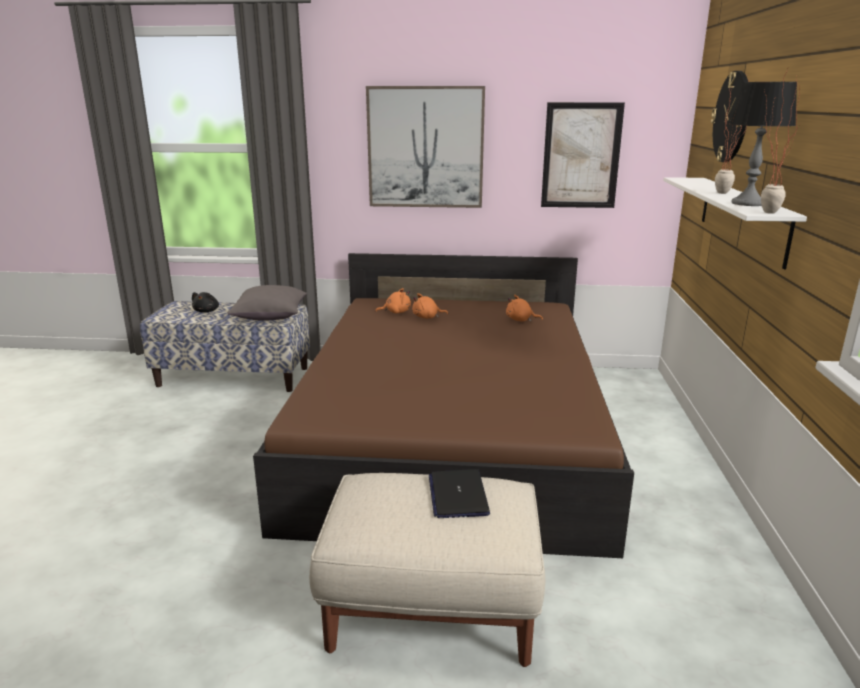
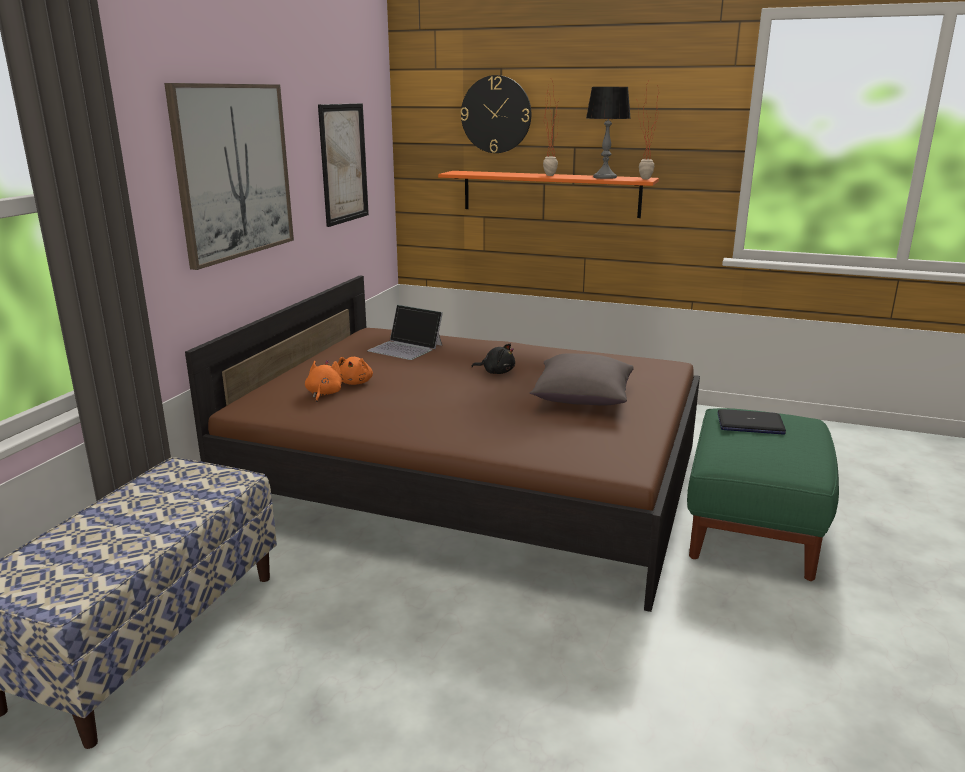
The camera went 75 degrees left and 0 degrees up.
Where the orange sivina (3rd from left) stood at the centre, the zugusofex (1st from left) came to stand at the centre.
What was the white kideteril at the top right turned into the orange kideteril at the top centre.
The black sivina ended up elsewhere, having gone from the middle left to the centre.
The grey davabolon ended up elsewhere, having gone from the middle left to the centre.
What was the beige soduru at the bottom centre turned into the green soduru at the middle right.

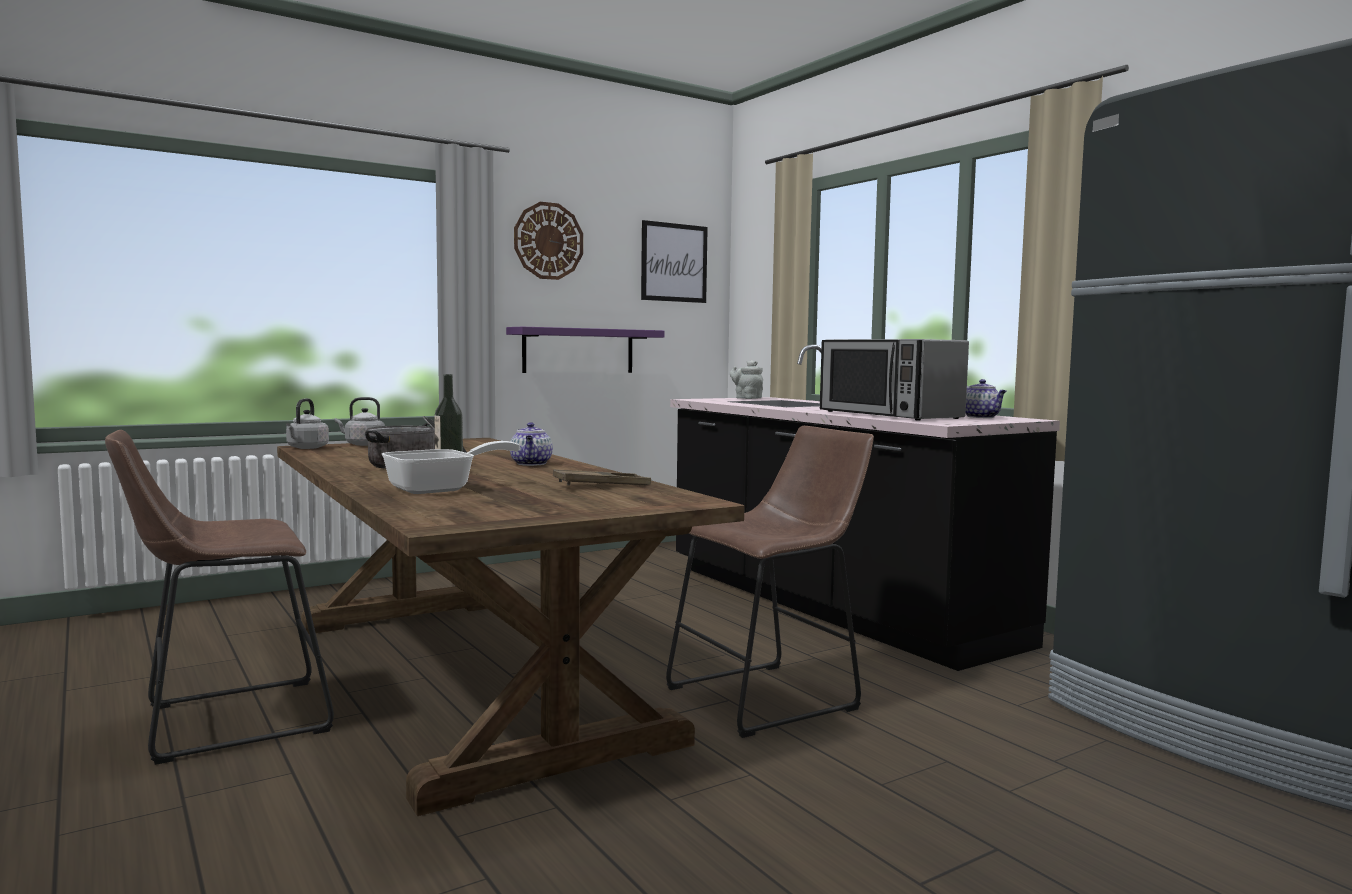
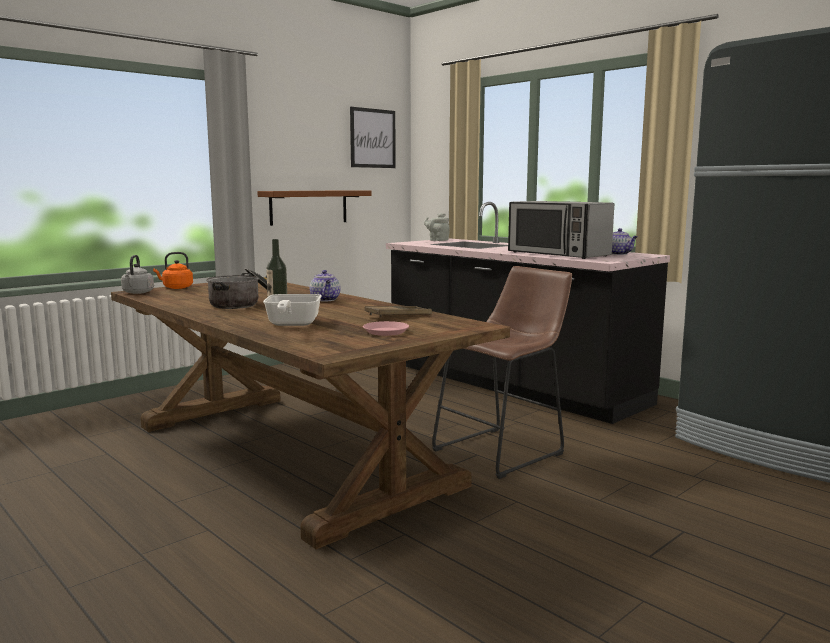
The camera went 10 degrees left and 5 degrees up.
What was the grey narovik (2nd from left) at the middle left turned into the orange narovik at the middle left.
What was the purple kideteril at the centre turned into the brown kideteril at the top centre.
The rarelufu at the centre ended up facing another way, 135 degrees clockwise from before.
The second view gained the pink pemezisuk at the centre.
The second view lost the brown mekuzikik (1st from left) at the bottom left.
The second view lost the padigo at the top centre.

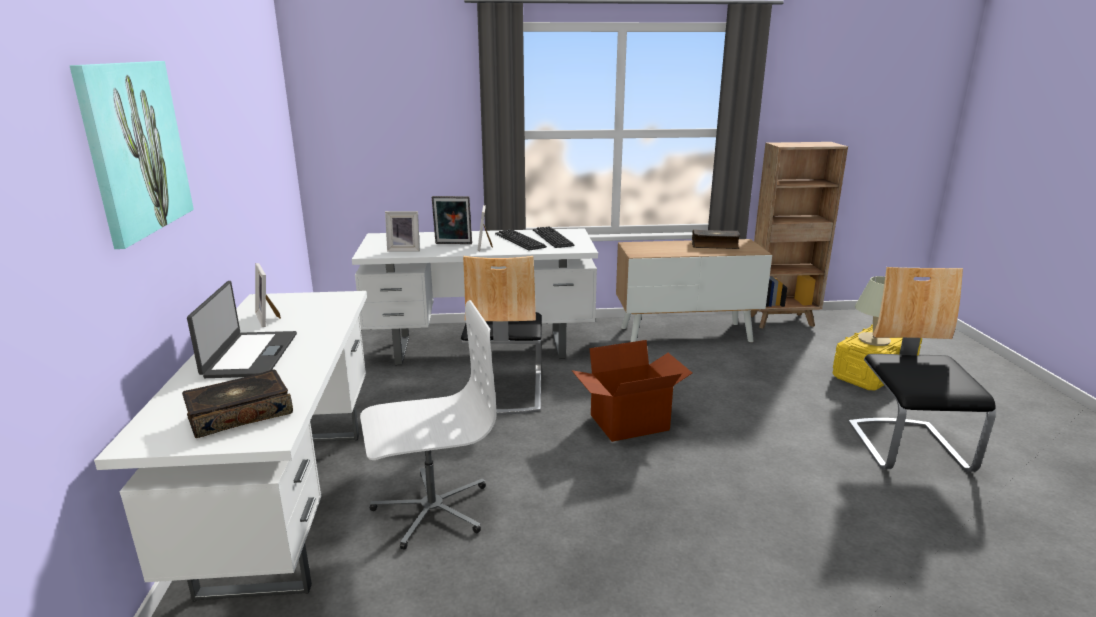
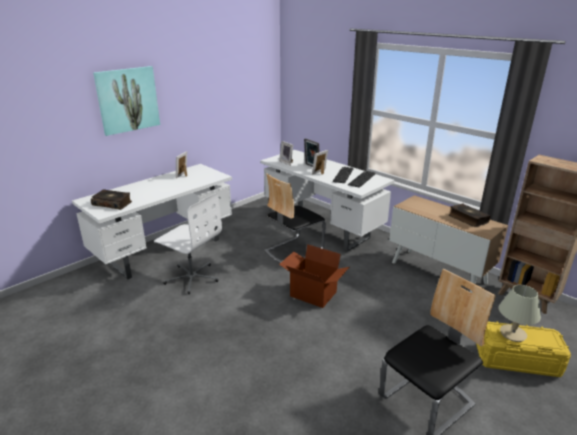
The camera went 50 degrees right and 5 degrees up.
The second view lost the zugusofex at the middle left.

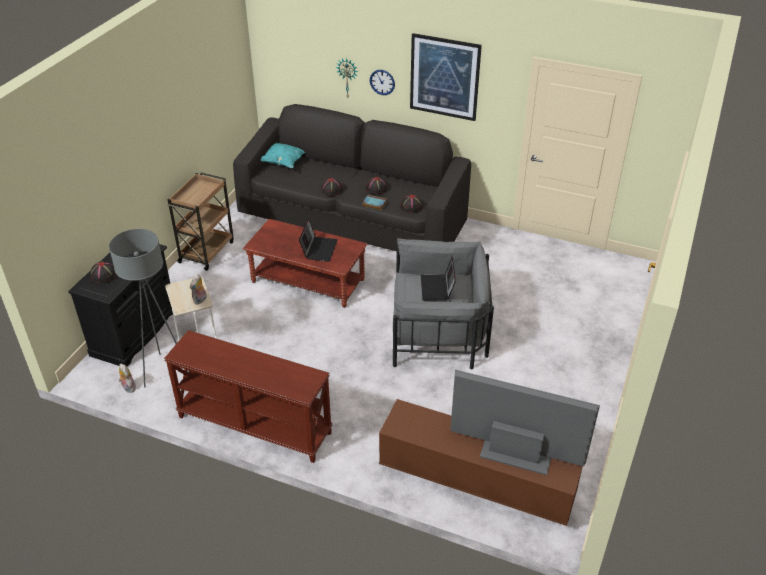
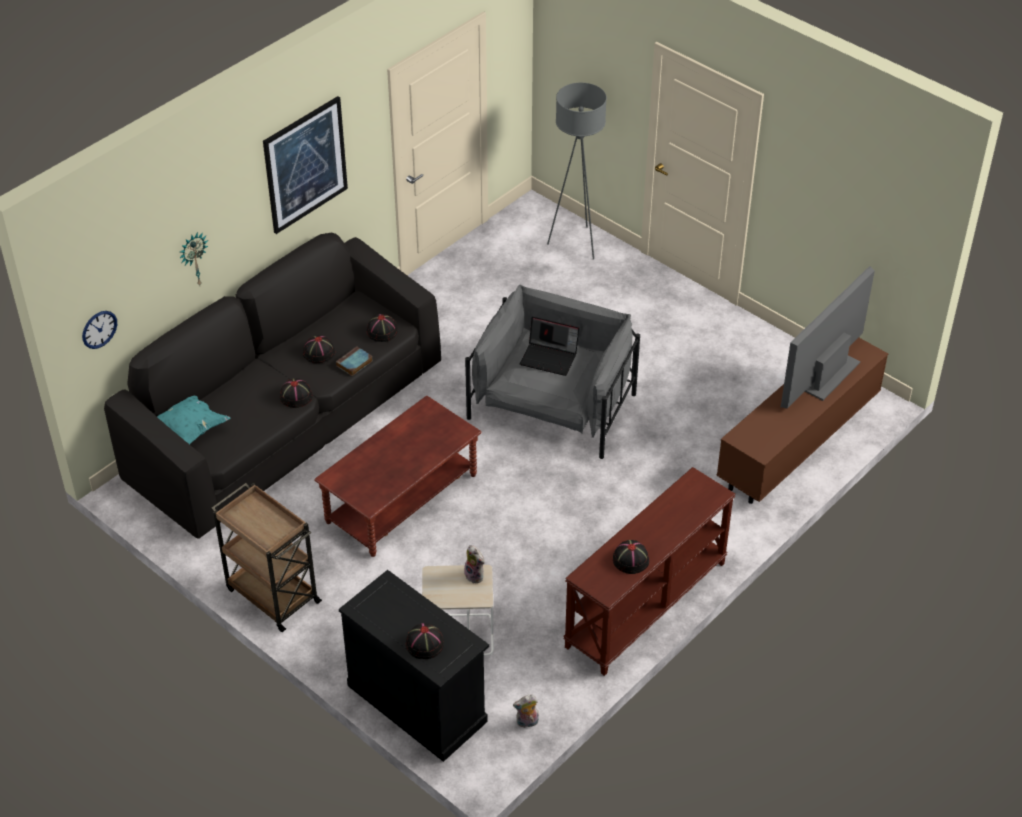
The camera went 70 degrees left and 5 degrees up.
The padigo (2nd from left in the first image) ended up elsewhere, having gone from the top centre to the middle left.
The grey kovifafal ended up elsewhere, having gone from the middle left to the top centre.
The second view gained the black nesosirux (5th from left) at the bottom centre.
The second view lost the zugusofex (1st from left) at the centre.

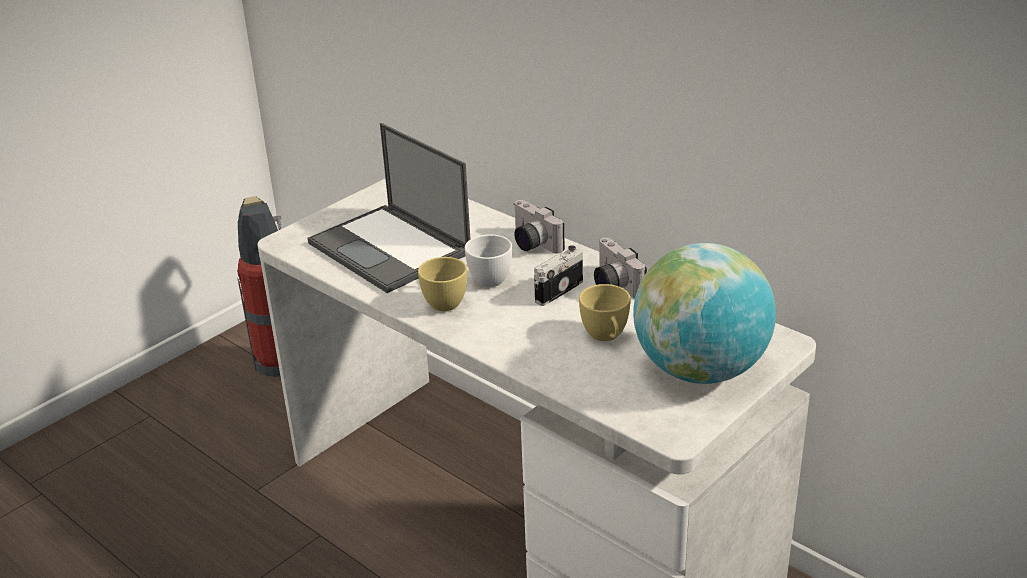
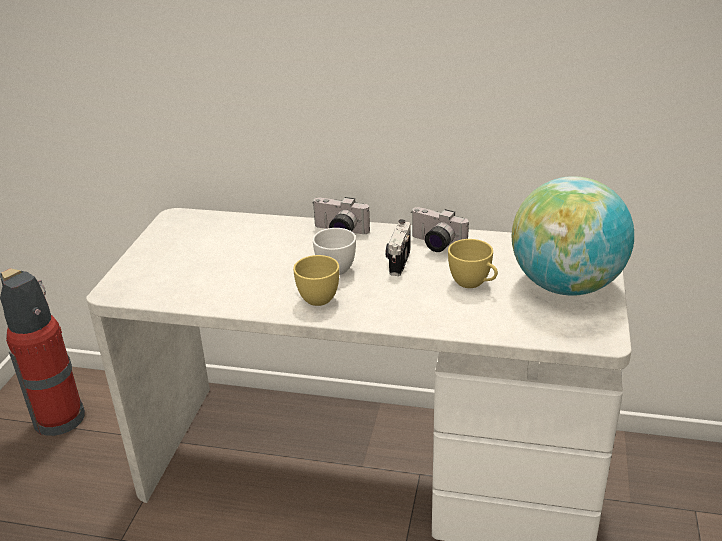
The camera went 30 degrees left and 0 degrees up.
The second view lost the zugusofex at the centre.

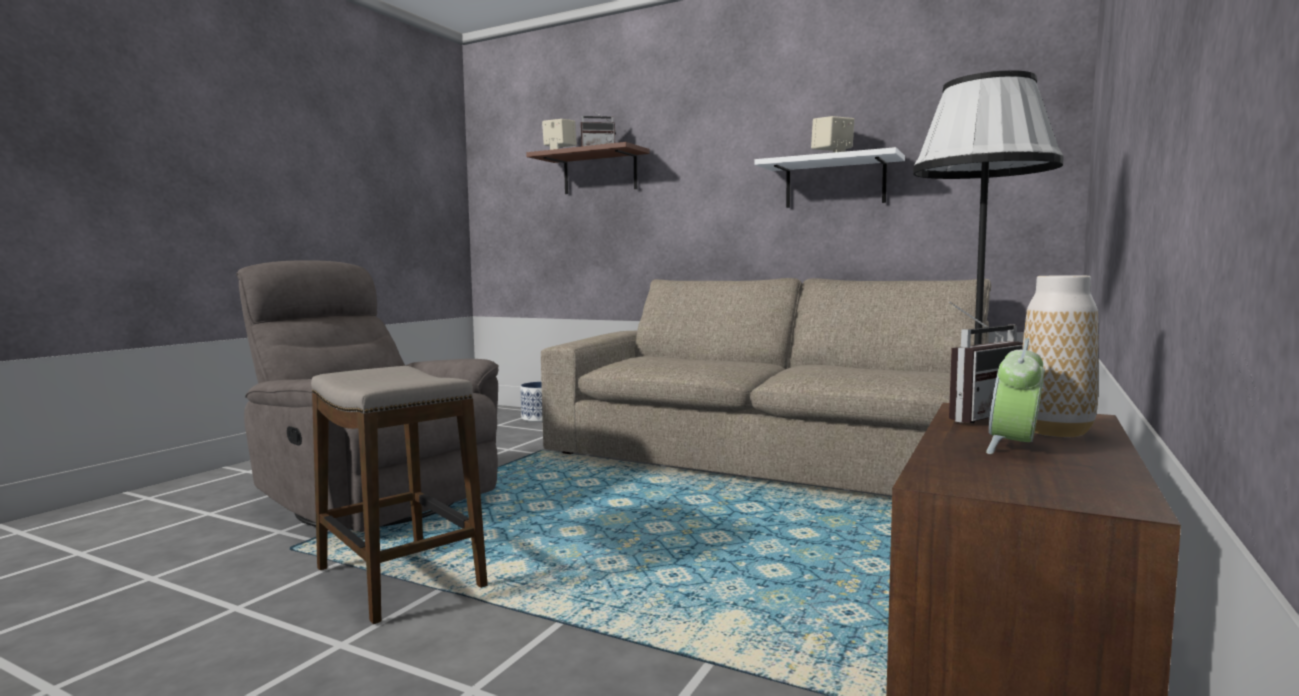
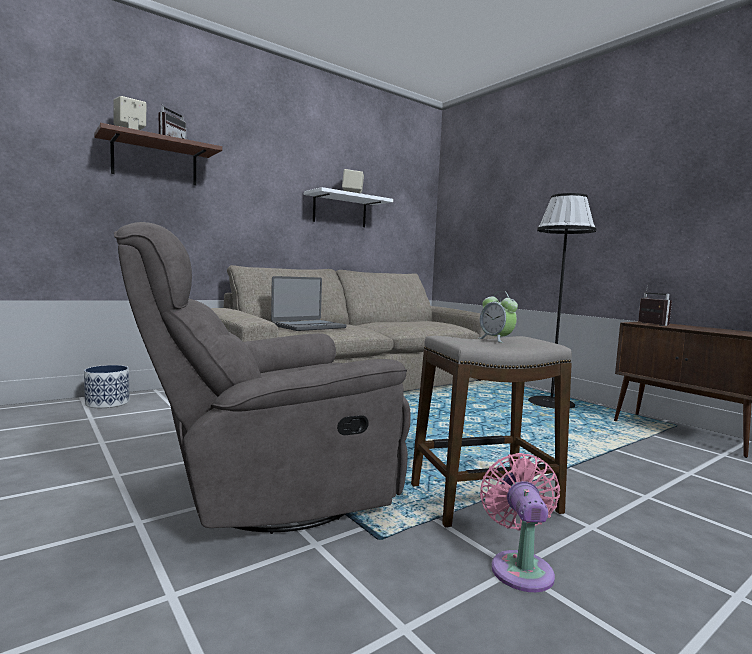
The camera went 65 degrees left and 0 degrees up.
The second view gained the zugusofex at the centre.
The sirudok ended up elsewhere, having gone from the middle right to the centre.
The second view gained the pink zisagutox at the bottom right.
The second view lost the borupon at the middle right.

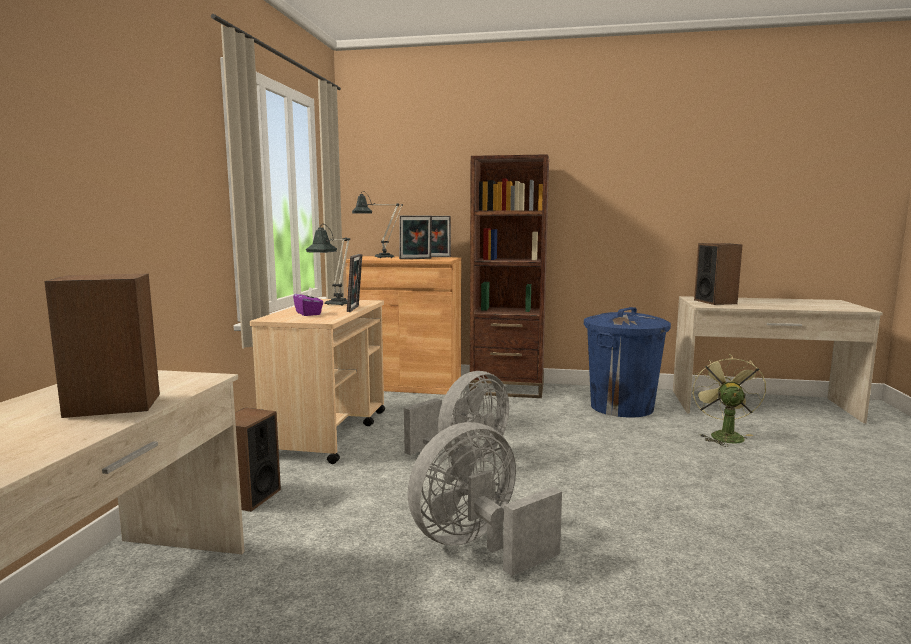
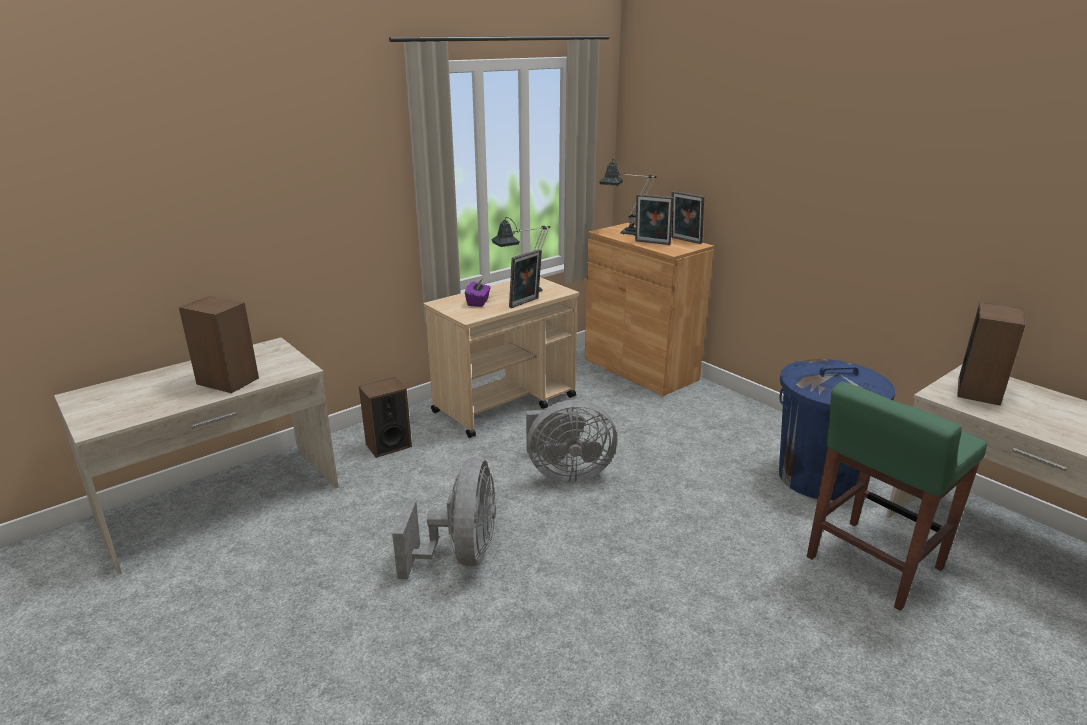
The camera went 40 degrees right and 15 degrees up.
The grey zisagutox (2nd from left in the first image) at the bottom centre ended up facing another way, 90 degrees clockwise from before.
Where the green zisagutox stood at the middle right, the green mekuzikik came to stand at the bottom right.
The second view lost the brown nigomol at the centre.

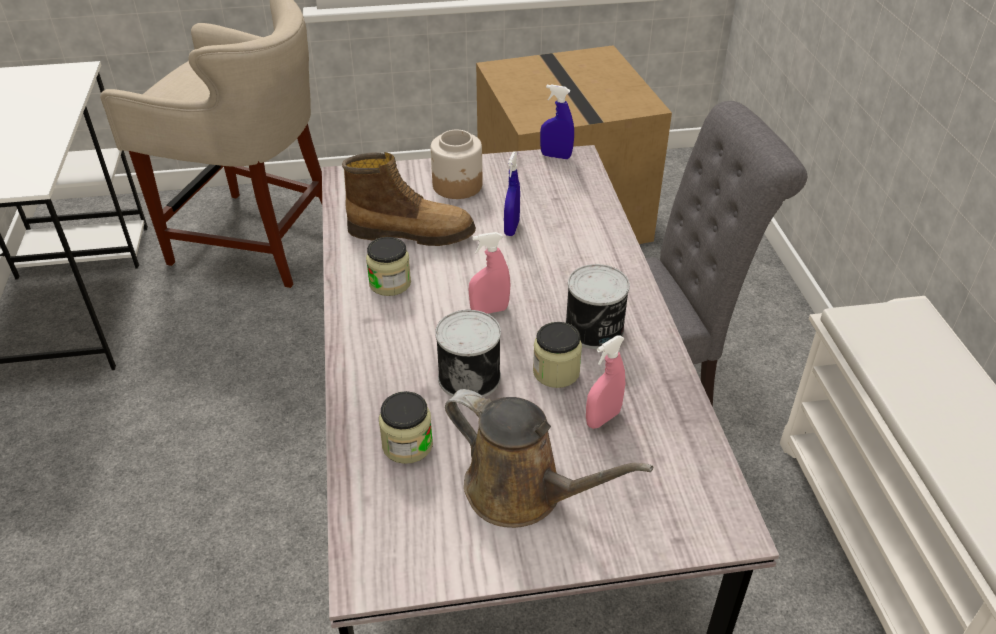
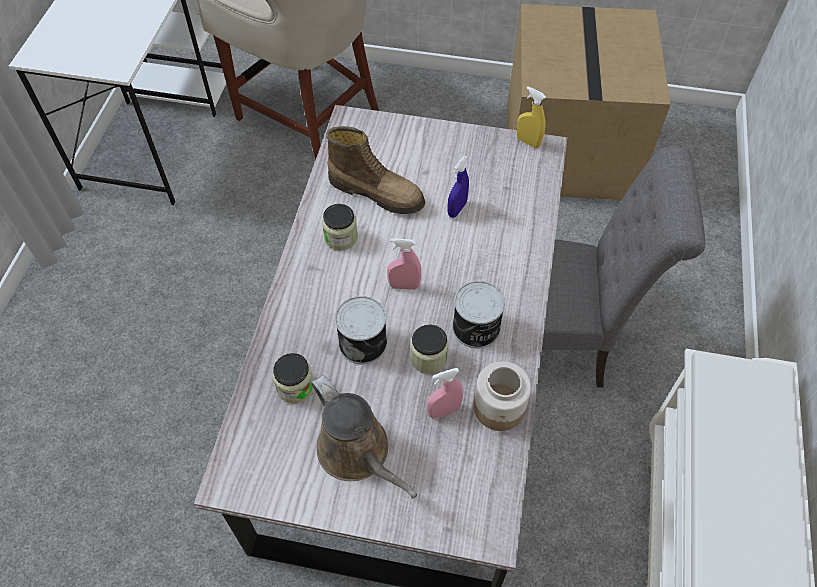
The camera went 20 degrees right and 15 degrees up.
The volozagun (3rd from left in the first image) ended up elsewhere, having gone from the top centre to the bottom centre.
What was the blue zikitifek (2nd from left) at the top centre turned into the yellow zikitifek at the top centre.

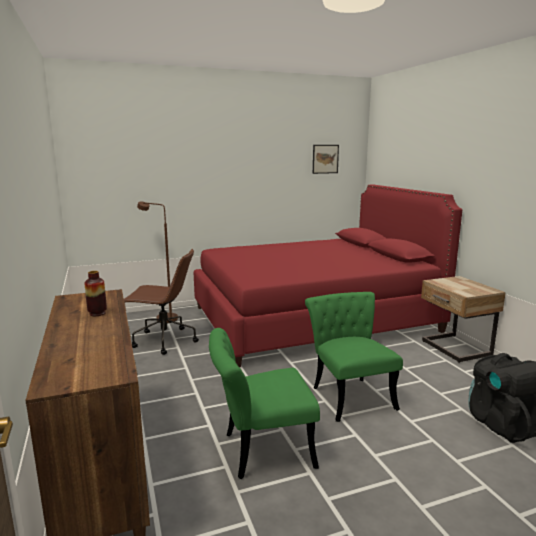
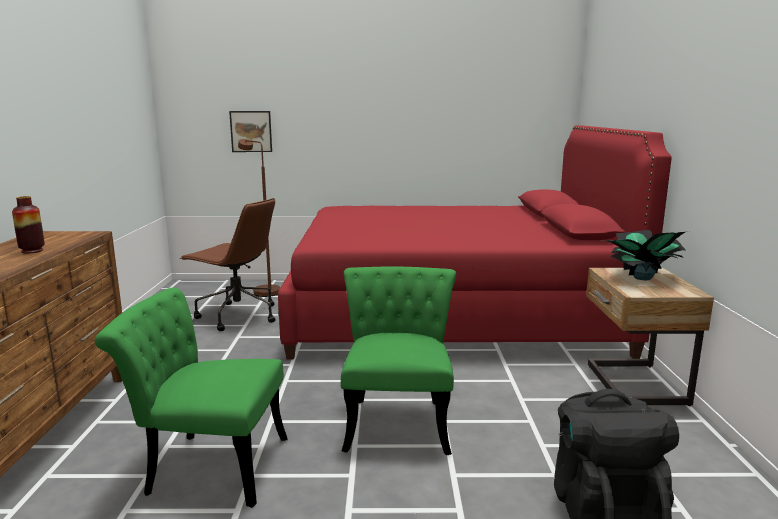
The camera went 20 degrees right and 0 degrees up.
The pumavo ended up elsewhere, having gone from the top centre to the top left.
The second view gained the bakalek at the middle right.

